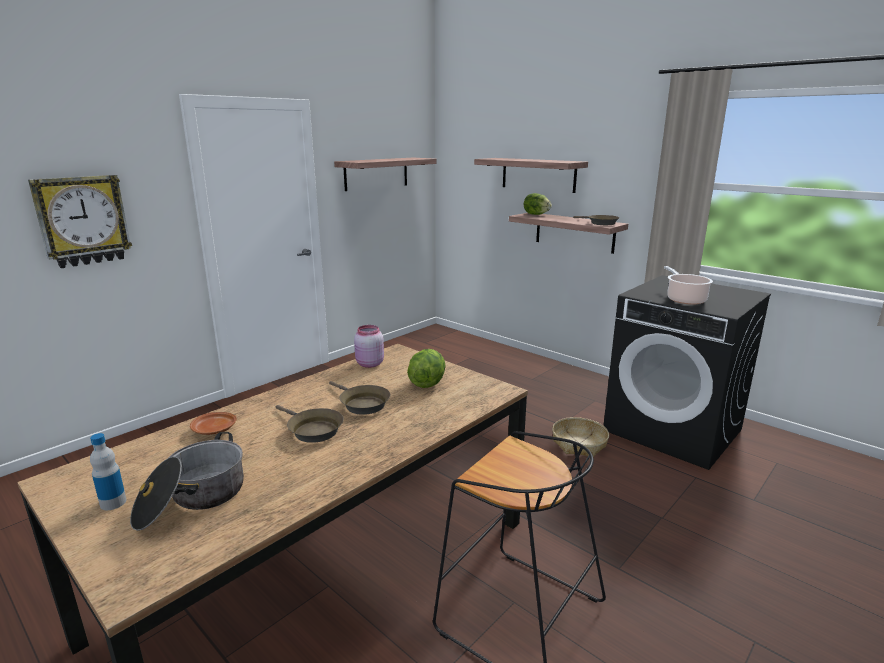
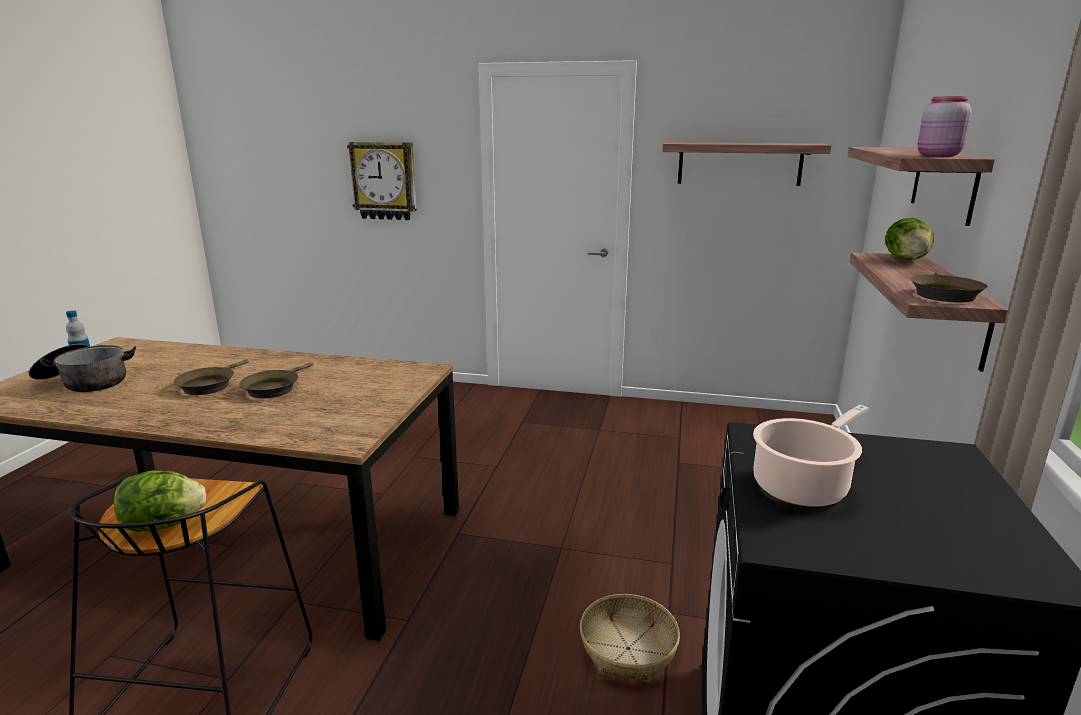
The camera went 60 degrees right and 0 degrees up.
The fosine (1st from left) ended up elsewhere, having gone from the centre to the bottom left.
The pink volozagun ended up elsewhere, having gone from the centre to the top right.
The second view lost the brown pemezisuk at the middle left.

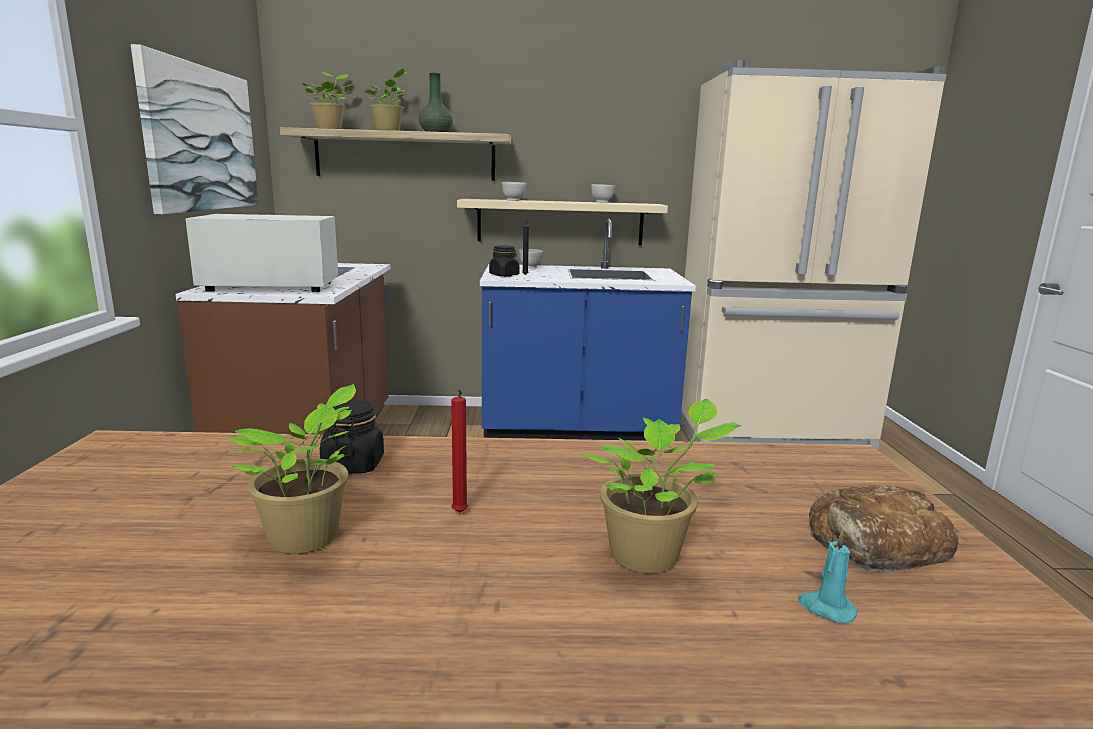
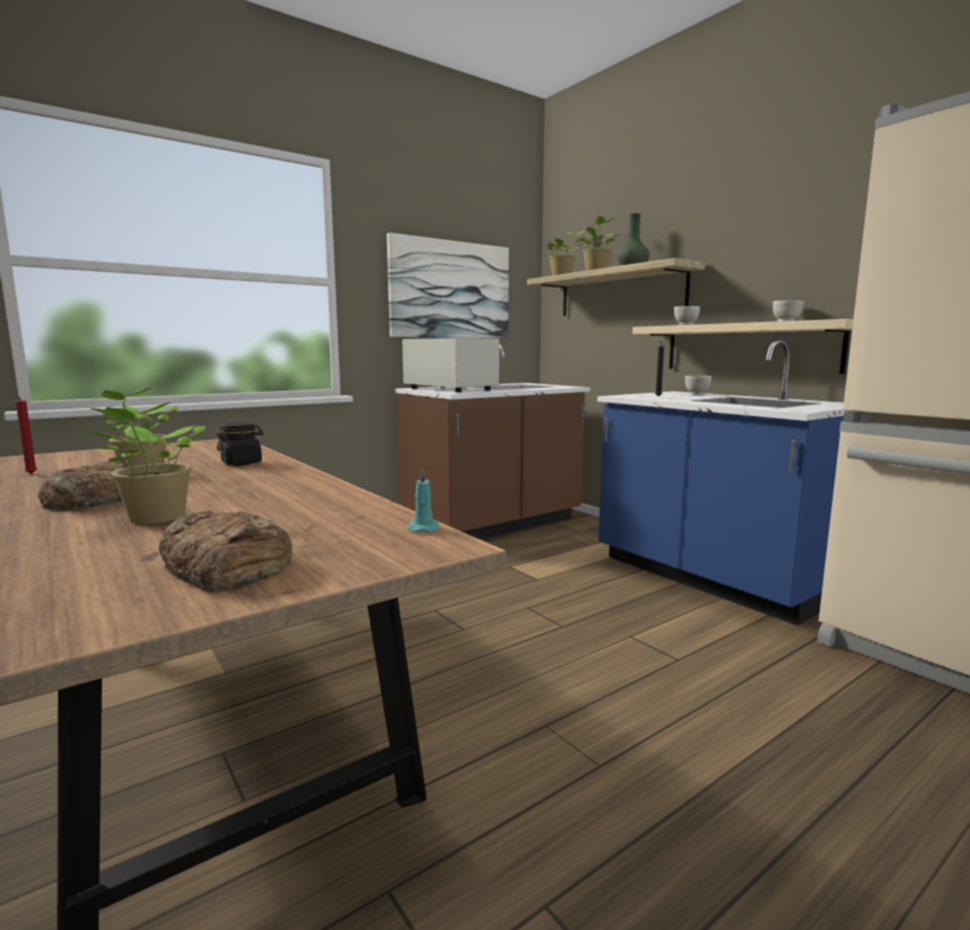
The camera went 55 degrees right and 5 degrees down.
The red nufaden ended up elsewhere, having gone from the centre to the middle left.
The second view gained the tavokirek (1st from left) at the middle left.
The turquoise nufaden ended up elsewhere, having gone from the bottom right to the centre.
The second view lost the black volozagun (2nd from left) at the centre.

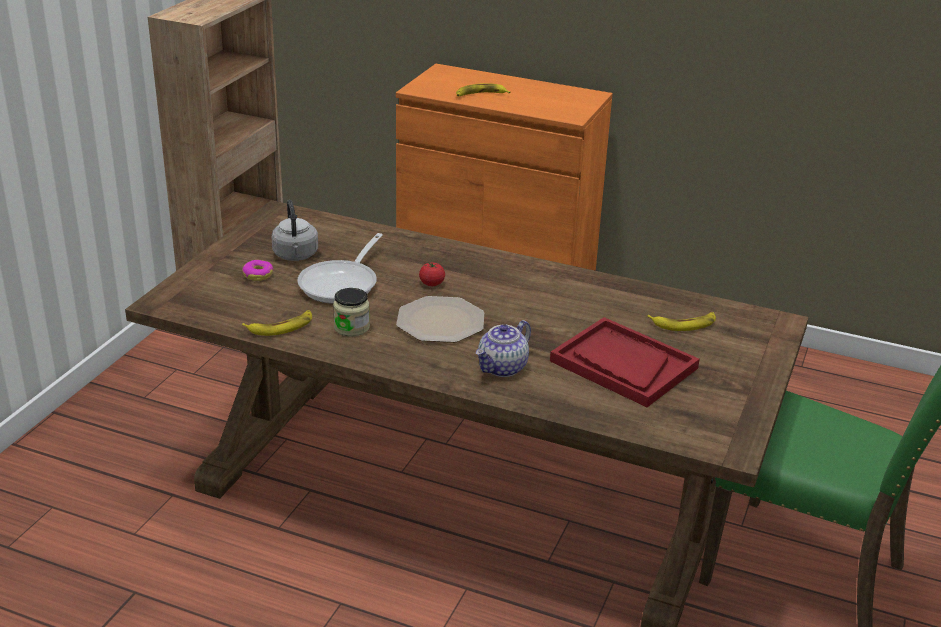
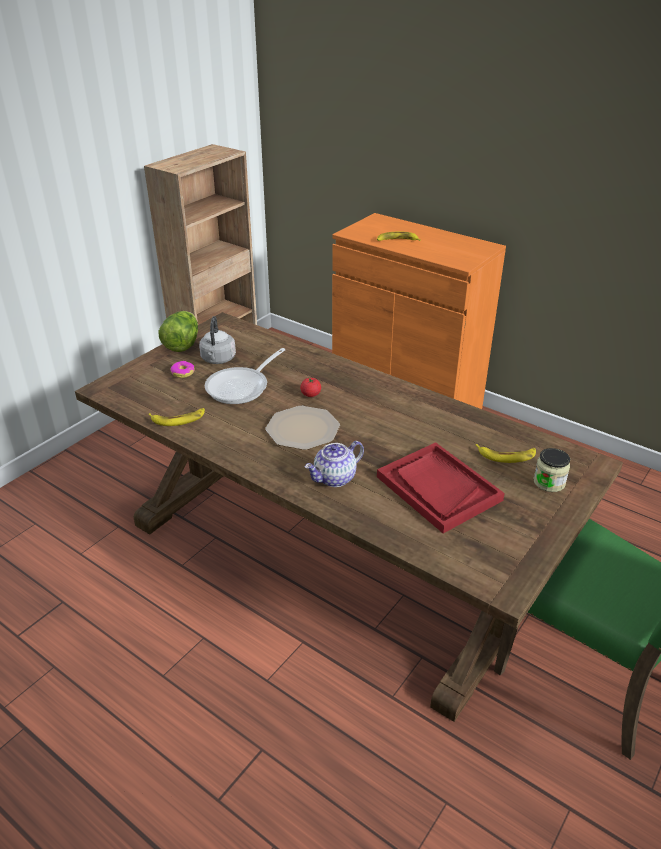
The camera went 15 degrees right and 5 degrees up.
The second view gained the fosine at the middle left.
The volozagun ended up elsewhere, having gone from the centre to the middle right.

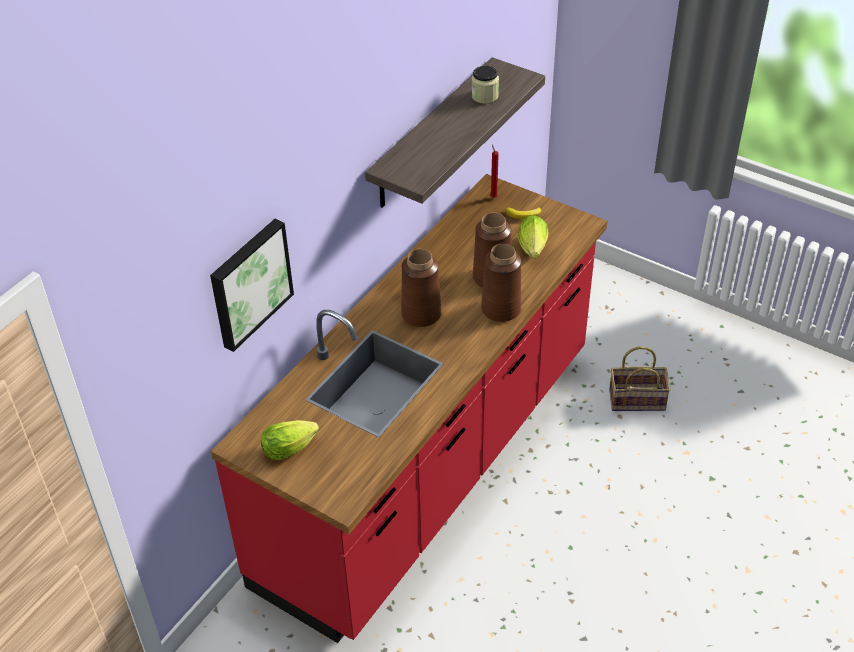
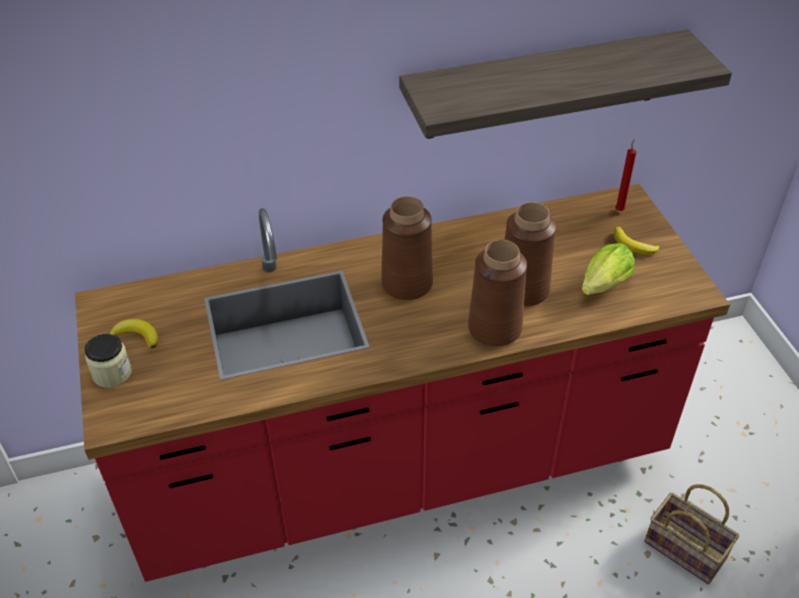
The camera went 40 degrees right and 0 degrees up.
The volozagun ended up elsewhere, having gone from the top centre to the middle left.
Where the fosine (1st from left) stood at the bottom centre, the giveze (1st from left) came to stand at the middle left.
The second view lost the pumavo at the middle left.

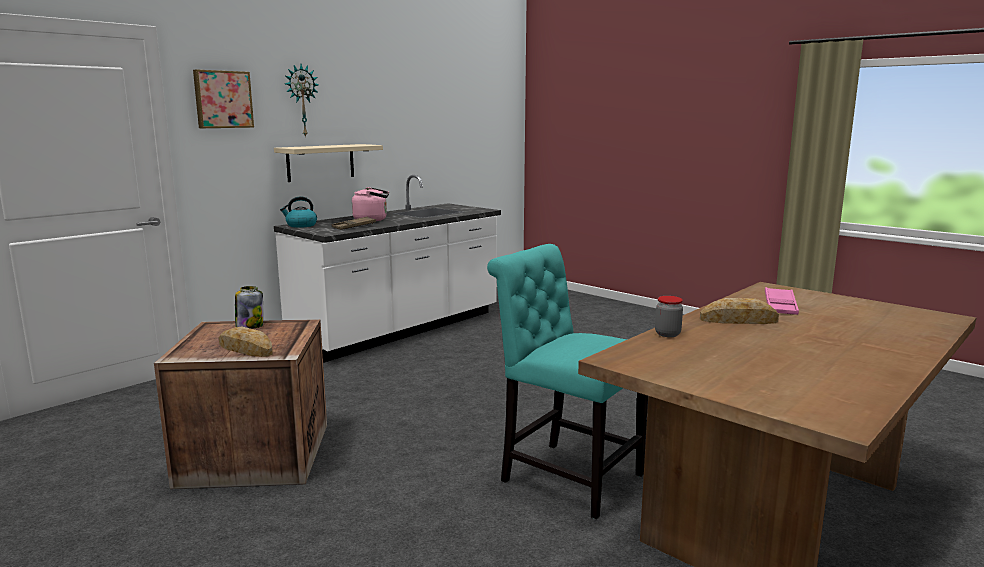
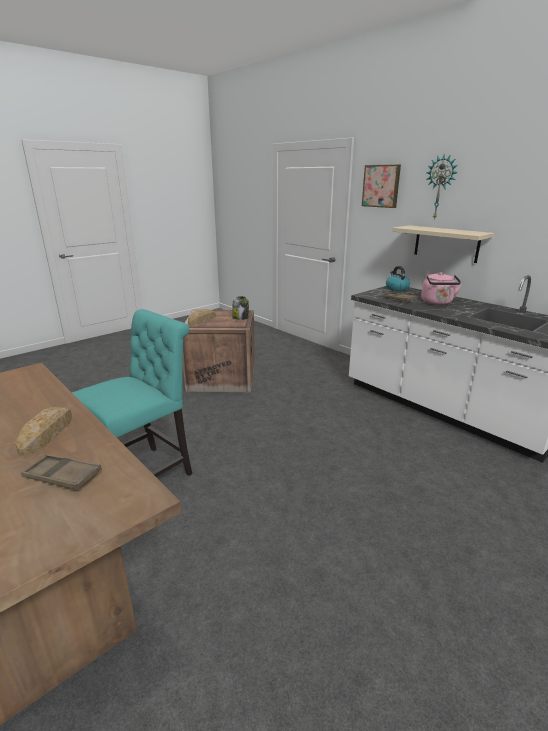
The camera went 95 degrees right and 10 degrees up.
What was the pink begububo at the middle right turned into the brown begububo (1st from left) at the middle left.
The second view lost the volozagun (2nd from left) at the middle right.

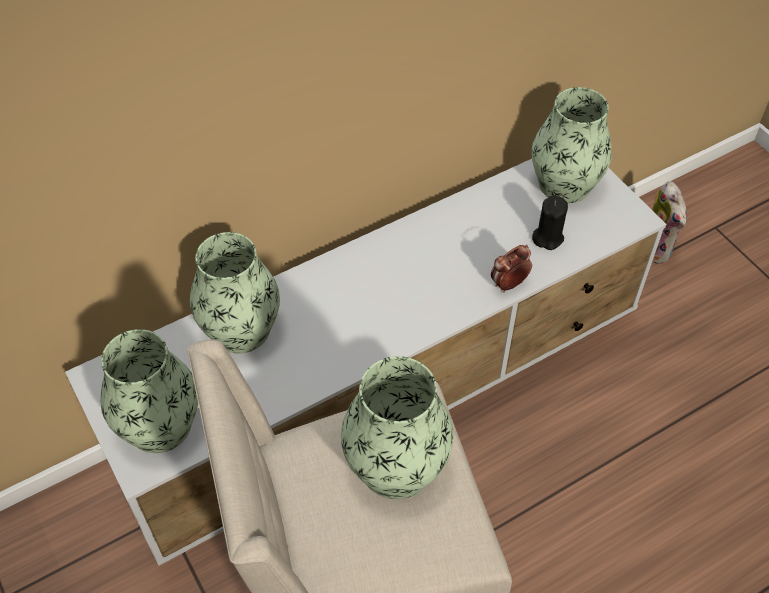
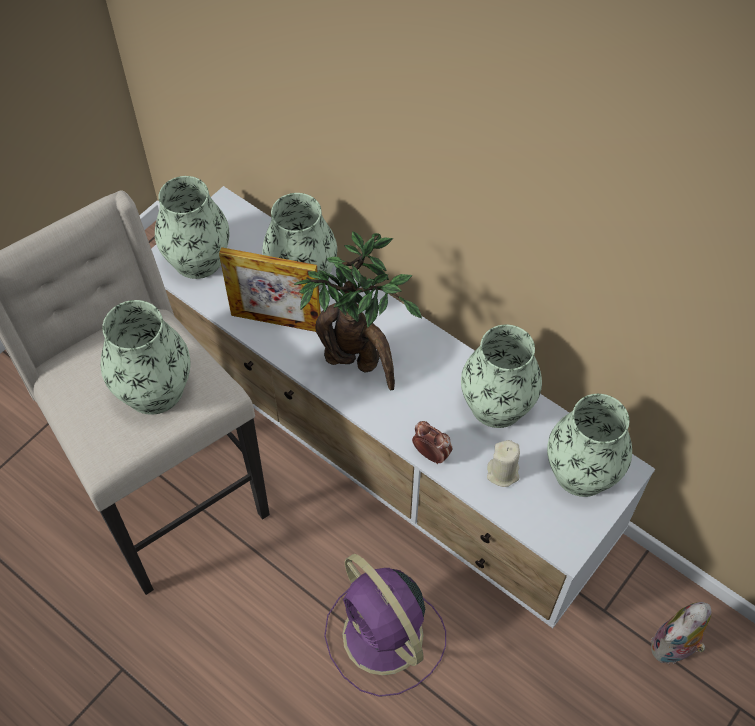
The camera went 70 degrees right and 5 degrees up.
The second view gained the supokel at the centre.
The second view gained the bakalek at the centre.
The second view gained the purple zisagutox at the bottom centre.
The second view gained the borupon (4th from left) at the centre.
What was the black nufaden at the middle right turned into the beige nufaden at the centre.

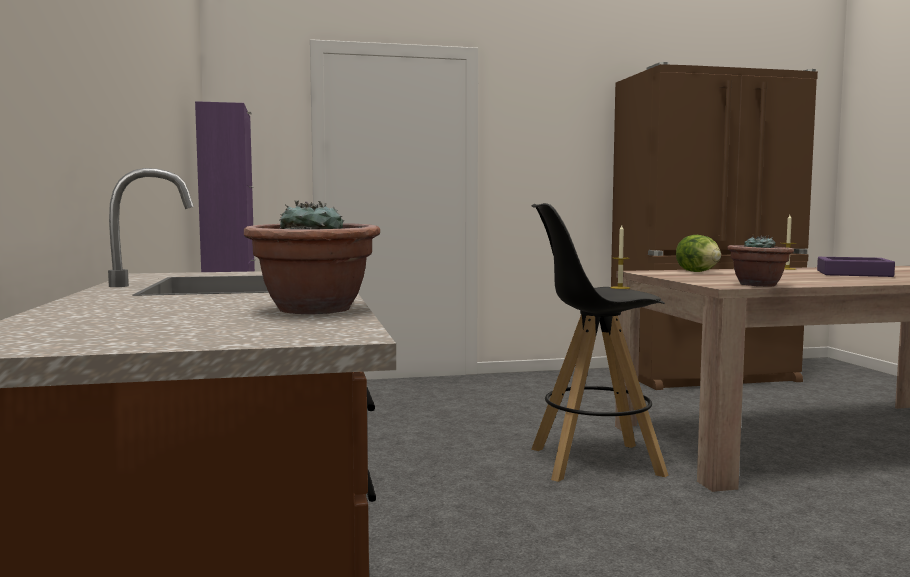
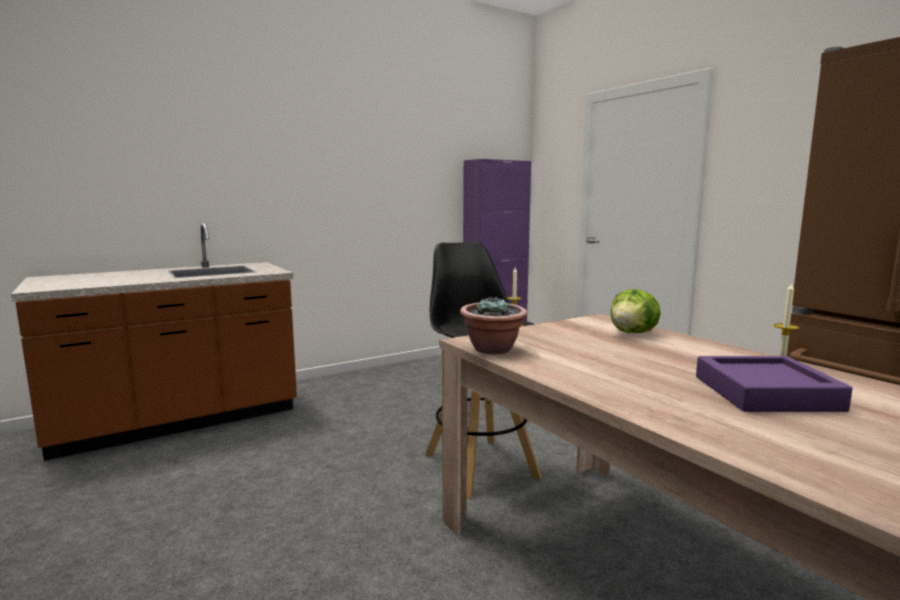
The camera went 70 degrees right and 5 degrees up.
The second view lost the bakalek (1st from left) at the centre.

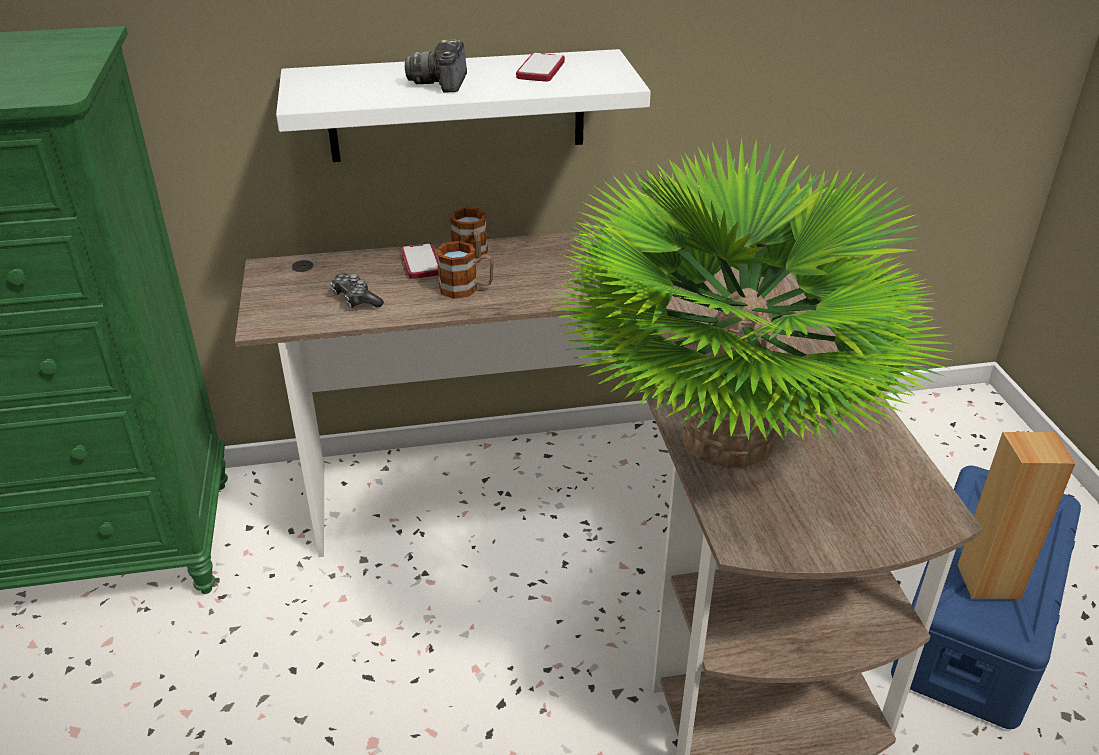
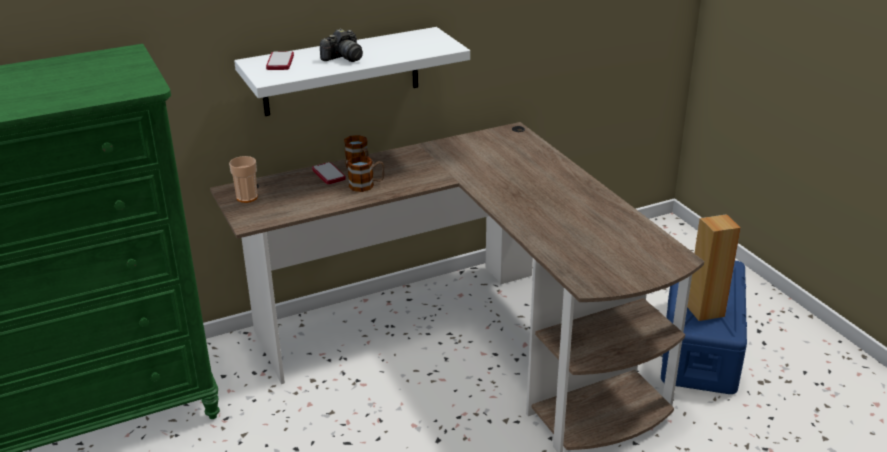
The camera went 15 degrees left and 5 degrees down.
The second view gained the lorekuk at the middle left.
The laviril (2nd from left in the first image) ended up elsewhere, having gone from the top centre to the top left.
The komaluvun at the top centre ended up facing another way, 120 degrees counterclockwise from before.
The second view lost the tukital at the middle left.
The second view lost the bakalek at the middle right.

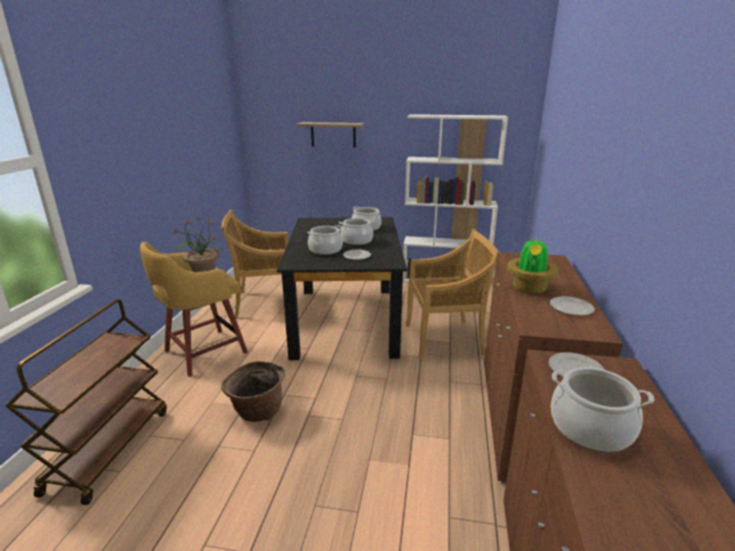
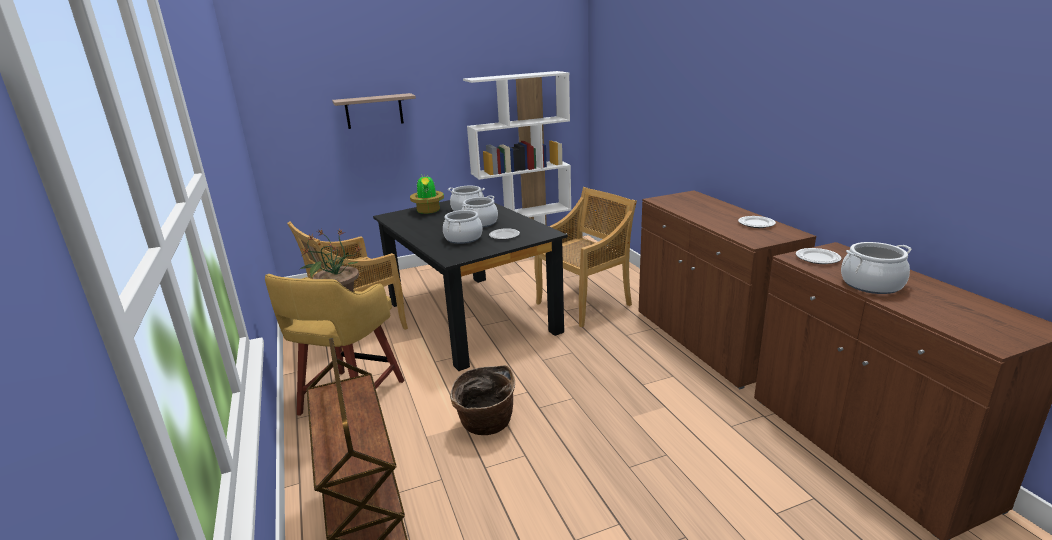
The camera went 30 degrees left and 0 degrees up.
The bakalek (2nd from left) ended up elsewhere, having gone from the middle right to the centre.

